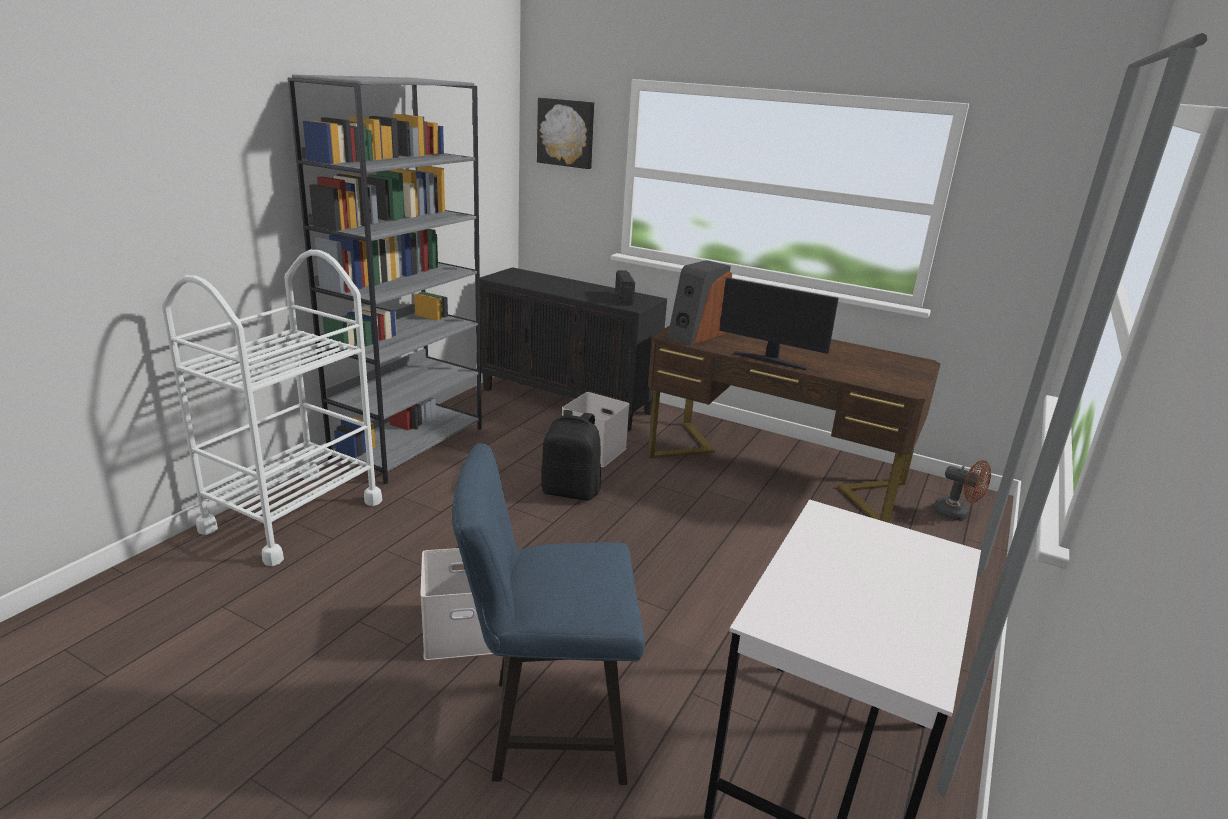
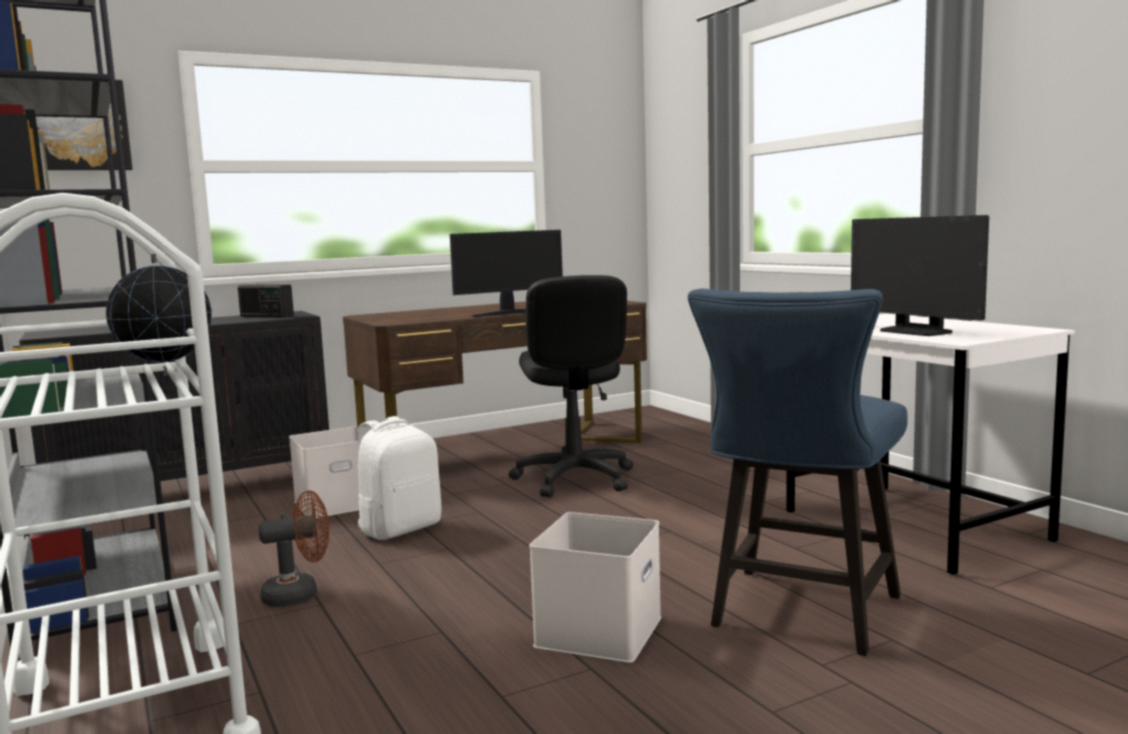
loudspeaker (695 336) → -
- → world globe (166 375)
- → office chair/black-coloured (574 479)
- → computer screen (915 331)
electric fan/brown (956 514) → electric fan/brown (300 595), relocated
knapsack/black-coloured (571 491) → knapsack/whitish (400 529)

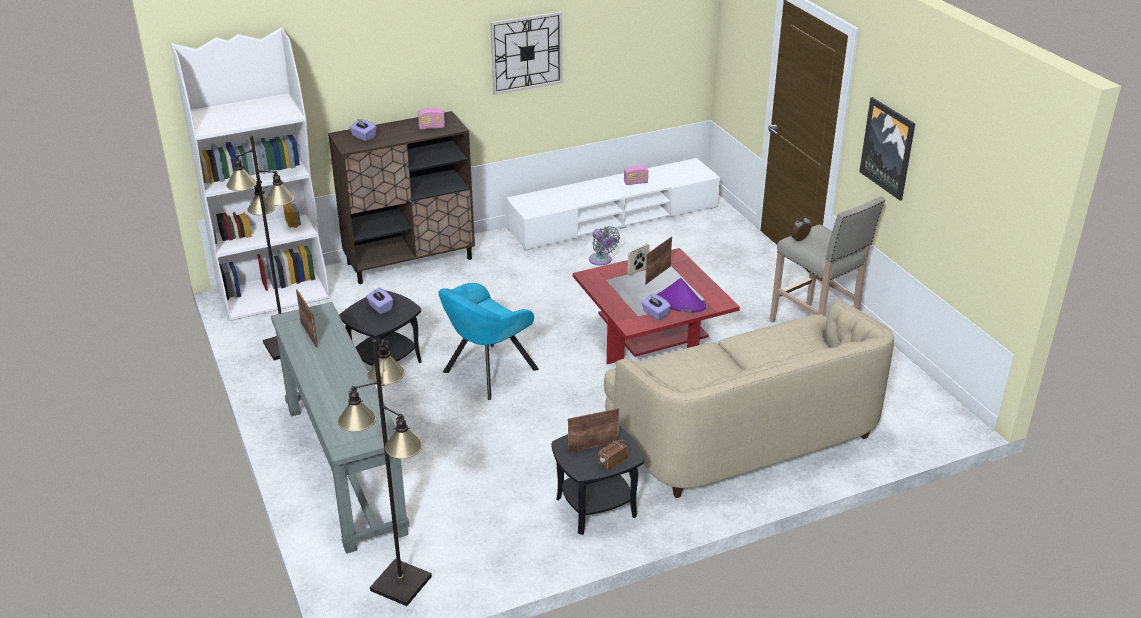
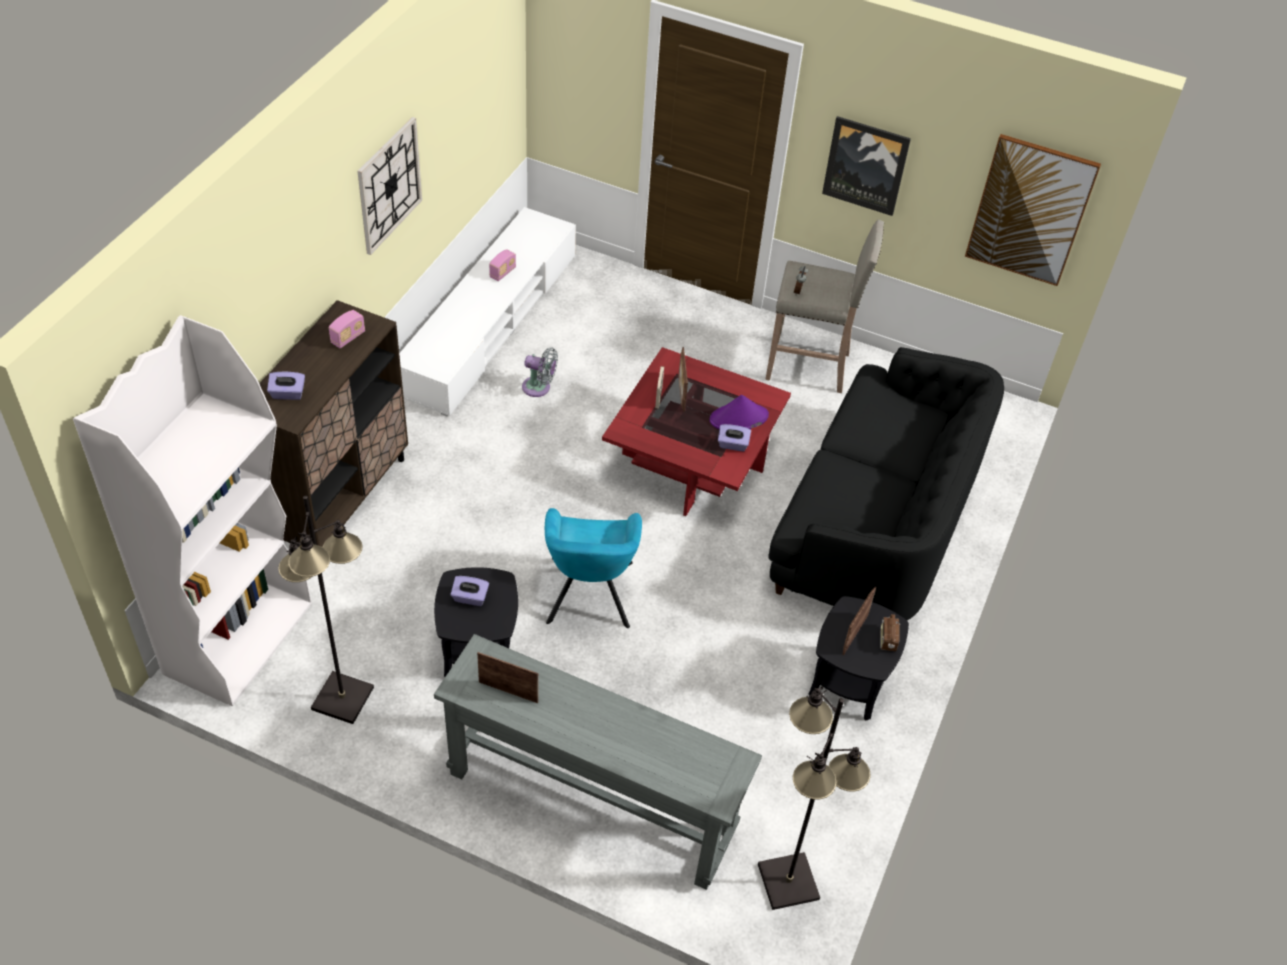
- → wall picture (1030 210)
settee/beige (744 434) → settee/black-coloured (876 523)

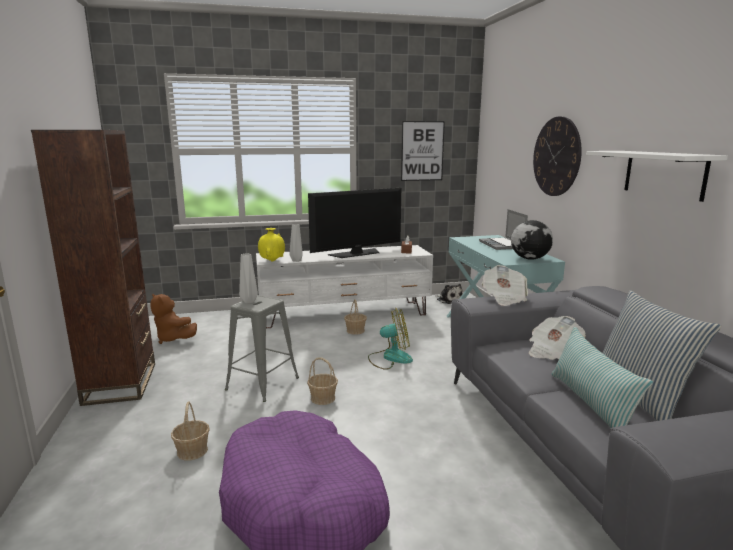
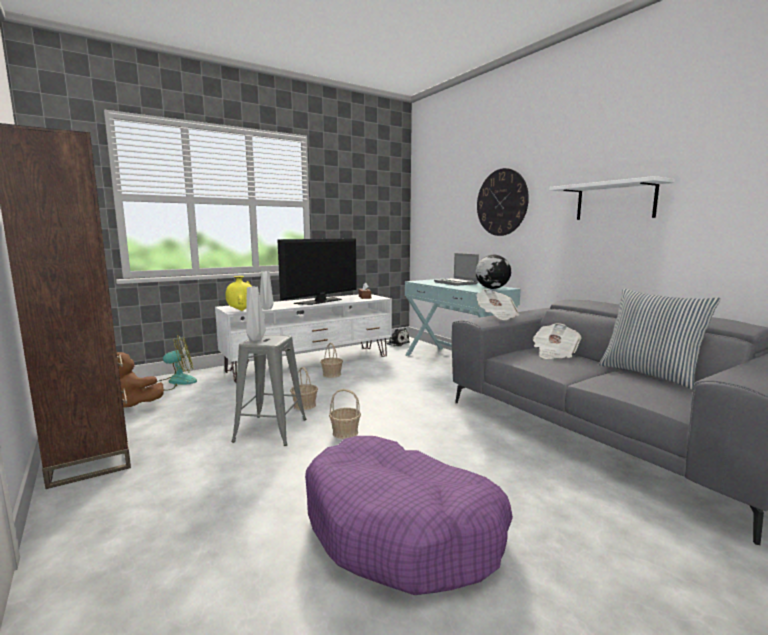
wall picture (422 151) → -
throw pillow (591 403) → -
storage basket (192 451) → storage basket (304 405), relocated
electric fan (390 358) → electric fan (175 382), relocated

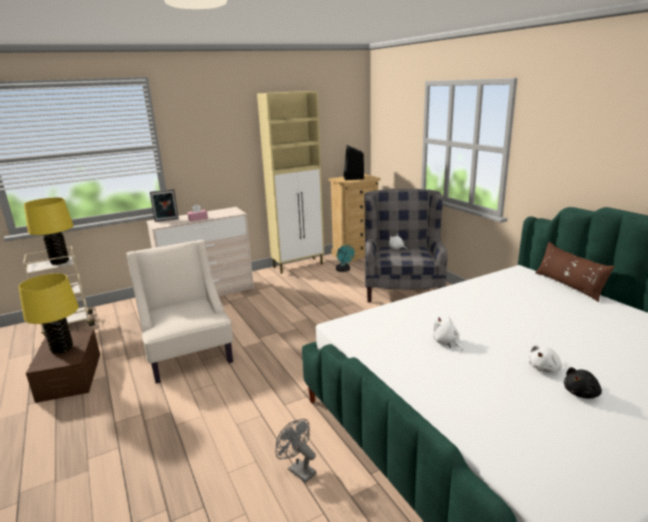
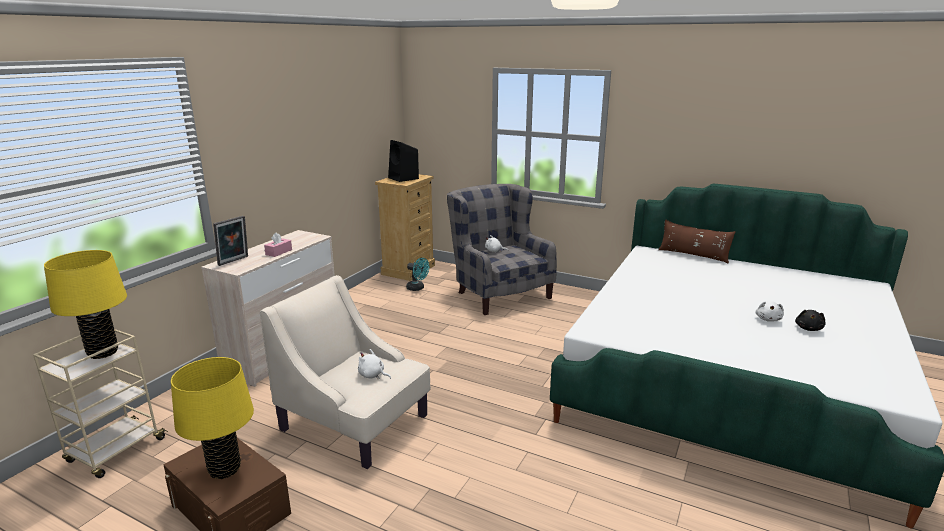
storage cabinet/beige (299 265) → -
electric fan/grey (298 470) → -
cuddly toy/whitish (446 342) → cuddly toy/whitish (372 375), relocated

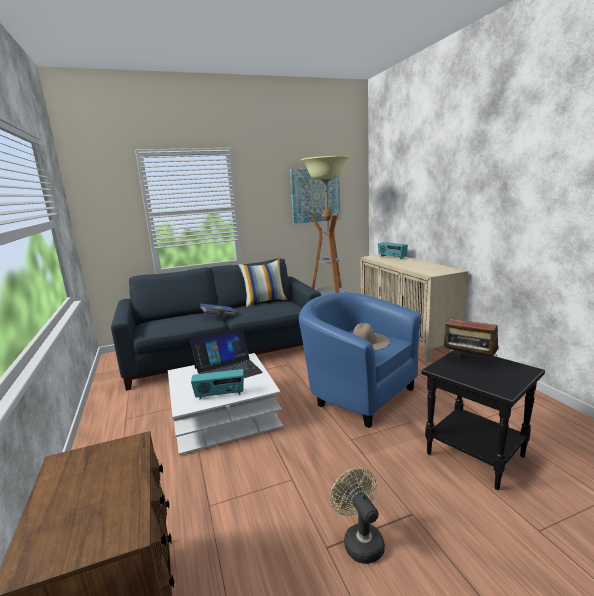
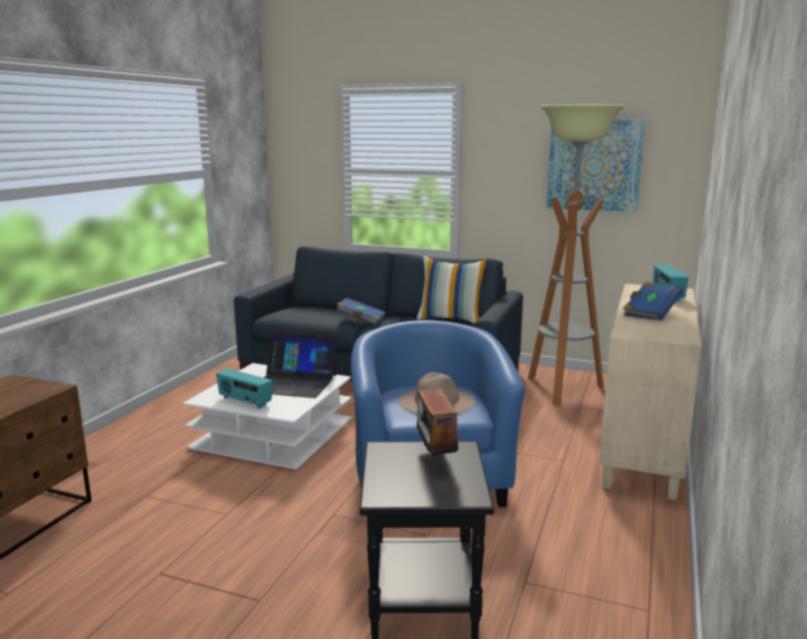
electric fan/beige (360 540) → -
- → volume/blue (650 313)

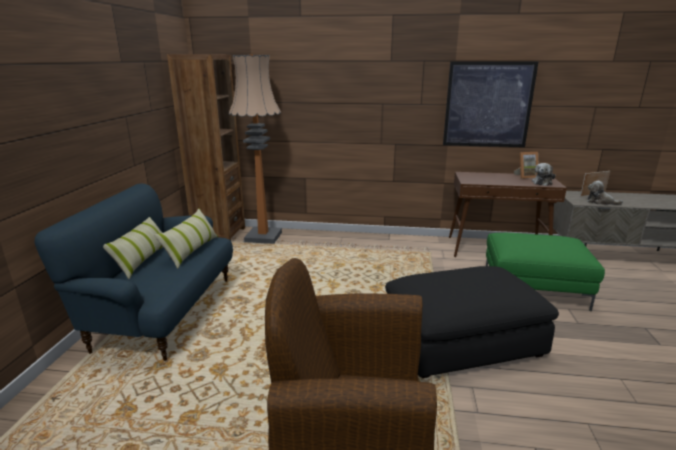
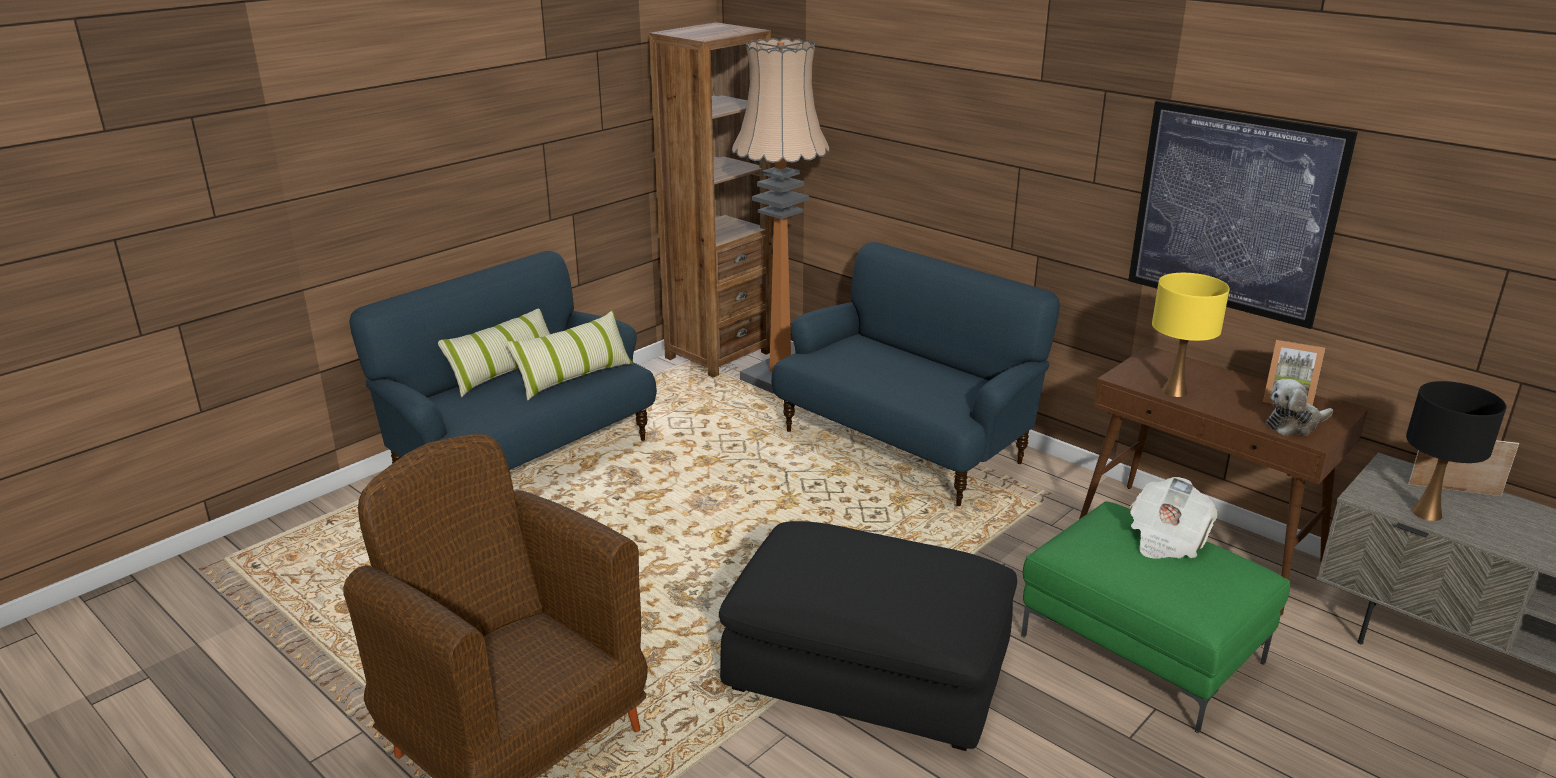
- → settee/blue (904 445)
- → daily paper (1166 539)
- → tabletop lamp/yellow (1174 391)
cuddly toy (600 202) → tabletop lamp/black-coloured (1427 513)

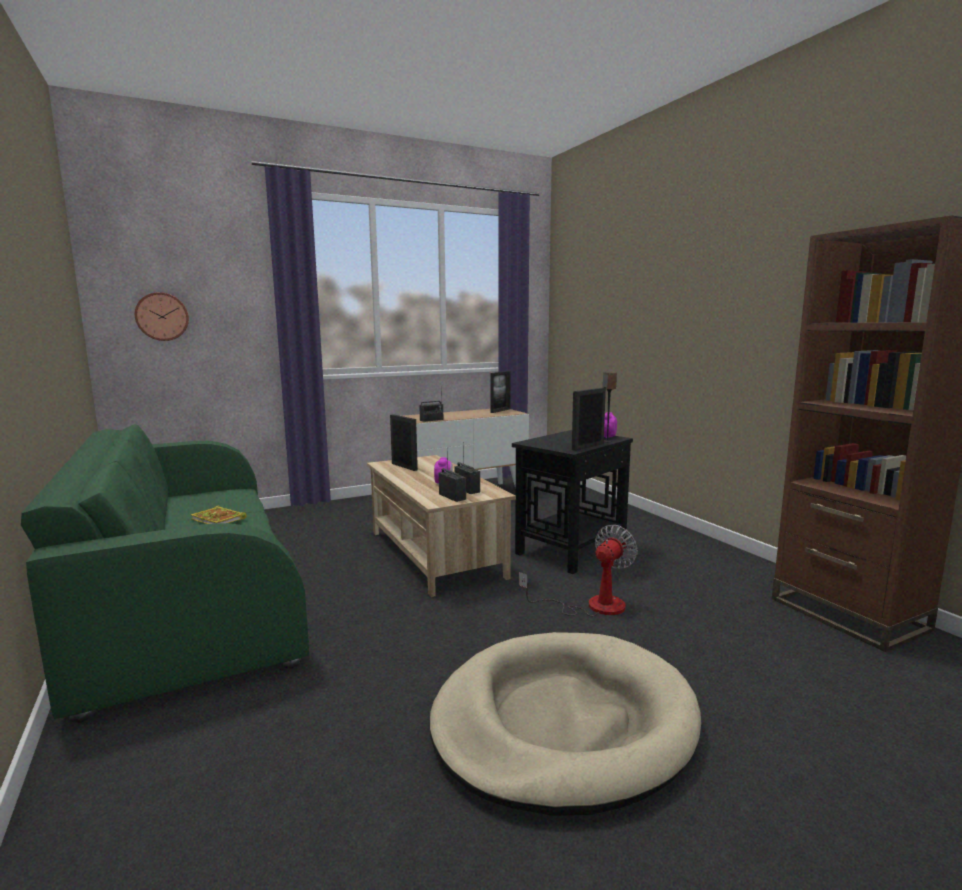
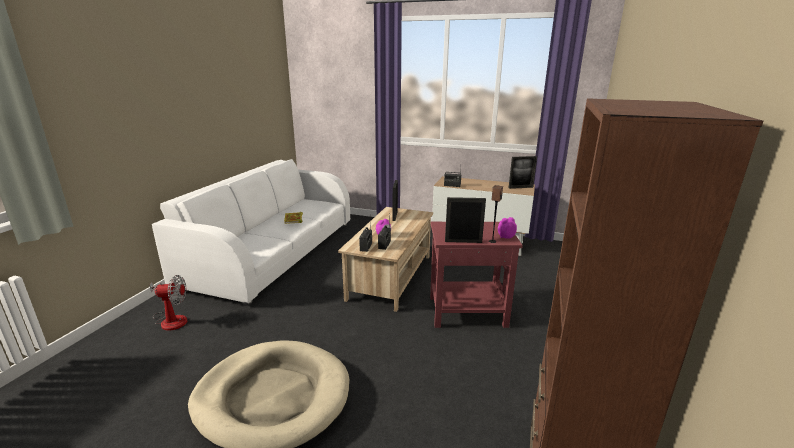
wall clock (162 316) → -
electric fan (592 606) → electric fan (171 319), relocated
settee/greenish (189 593) → settee/whitish (273 251)
end table/black-coloured (570 550) → end table/red (467 311)

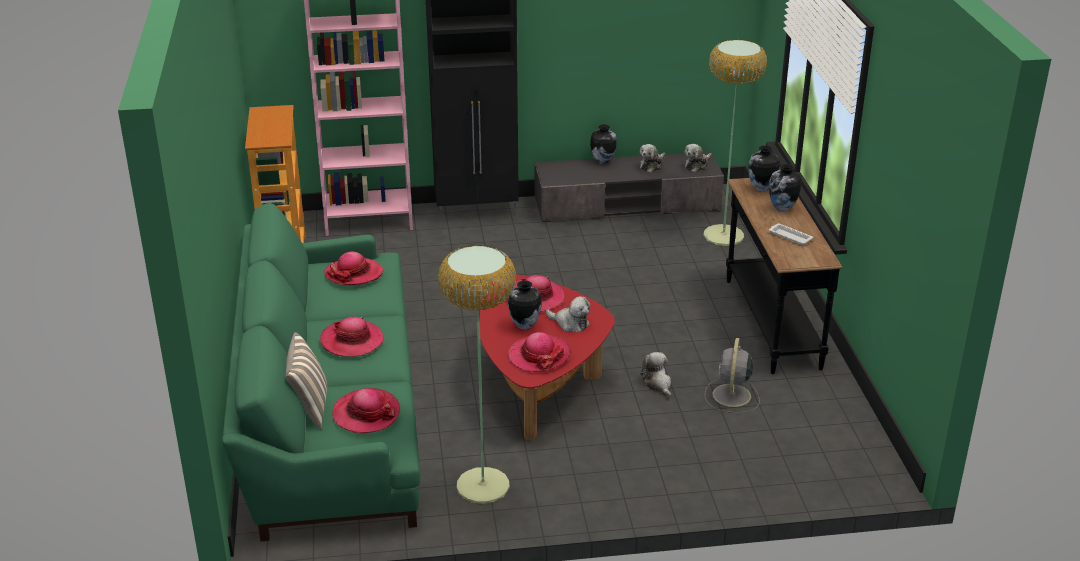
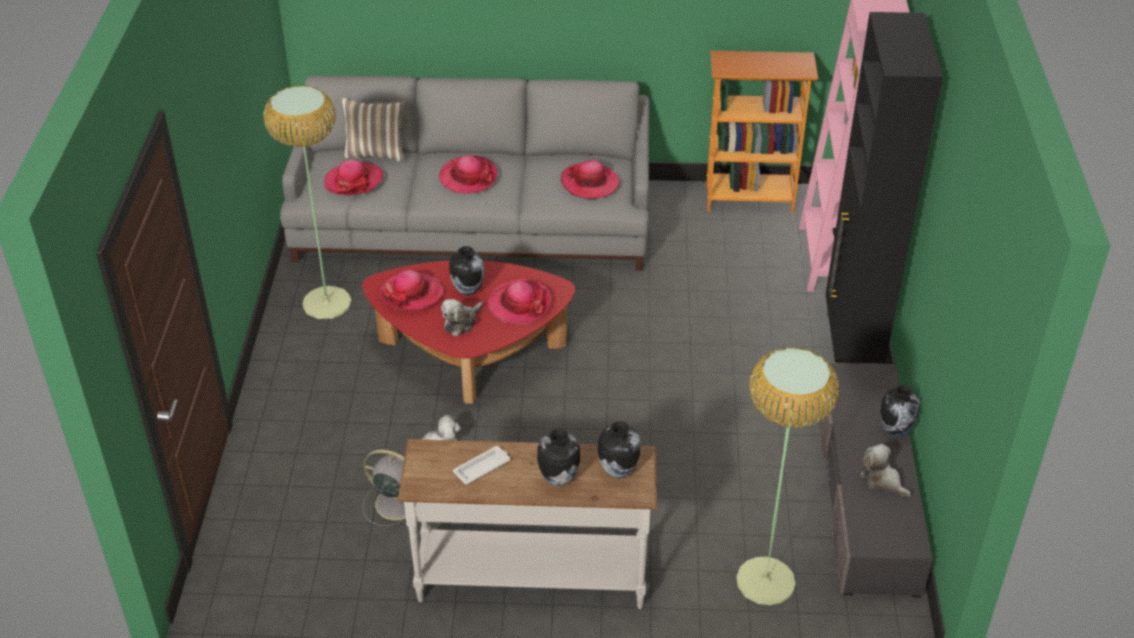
cuddly toy (697 165) → -
settee/greenish (330 409) → settee/grey (472 222)
hall table/black-coloured (770 323) → hall table/whitish (531 576)

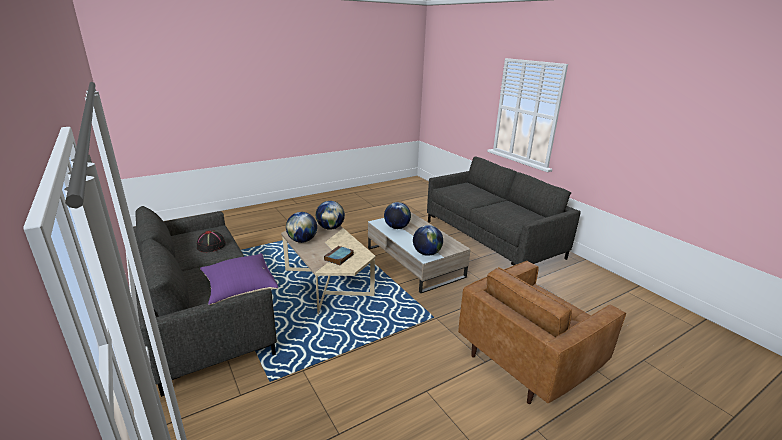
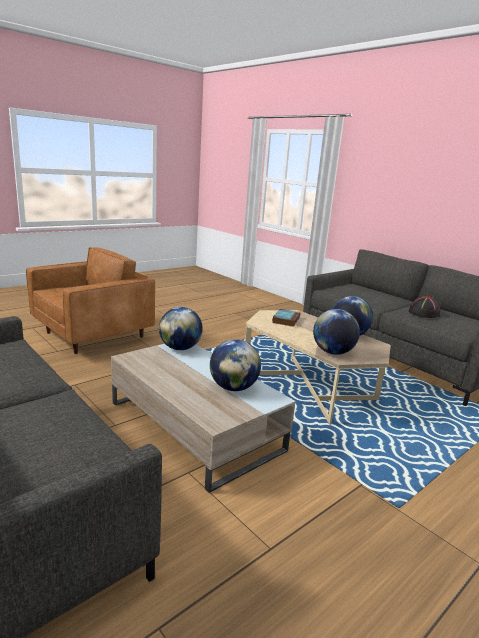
throw pillow/purple-coloured (239 289) → -

